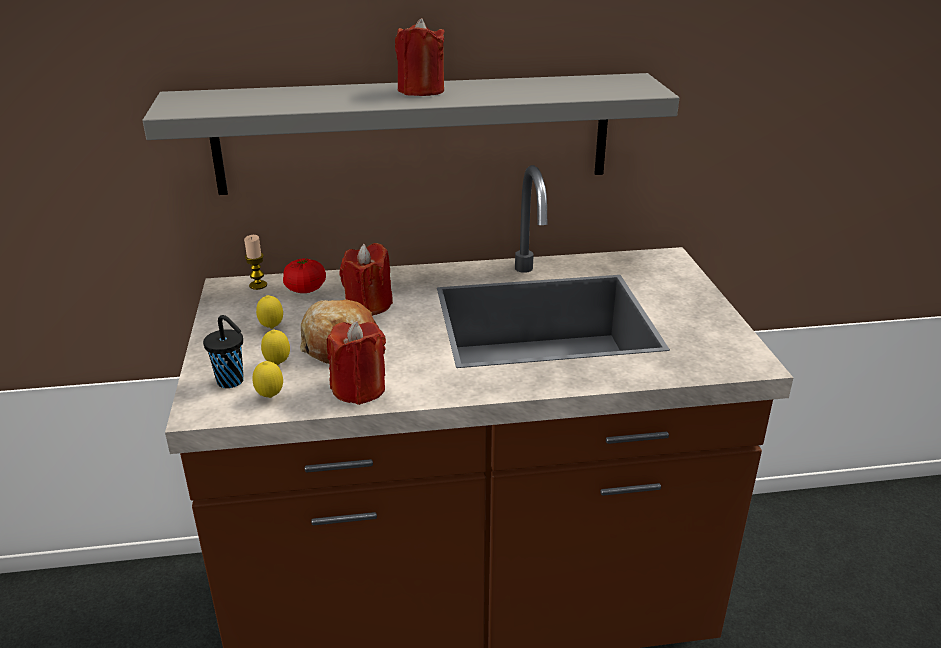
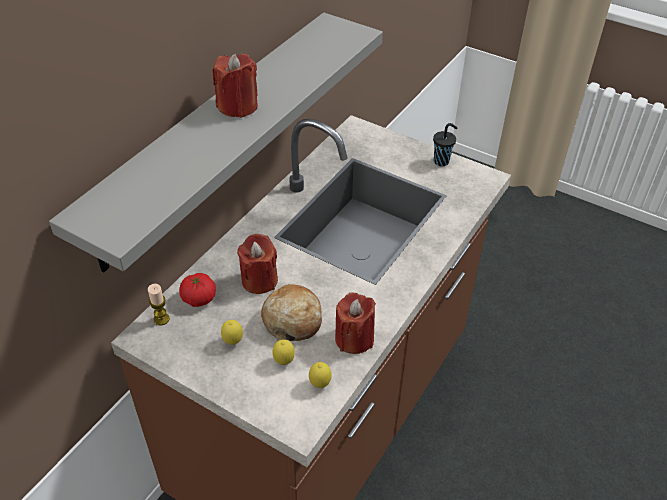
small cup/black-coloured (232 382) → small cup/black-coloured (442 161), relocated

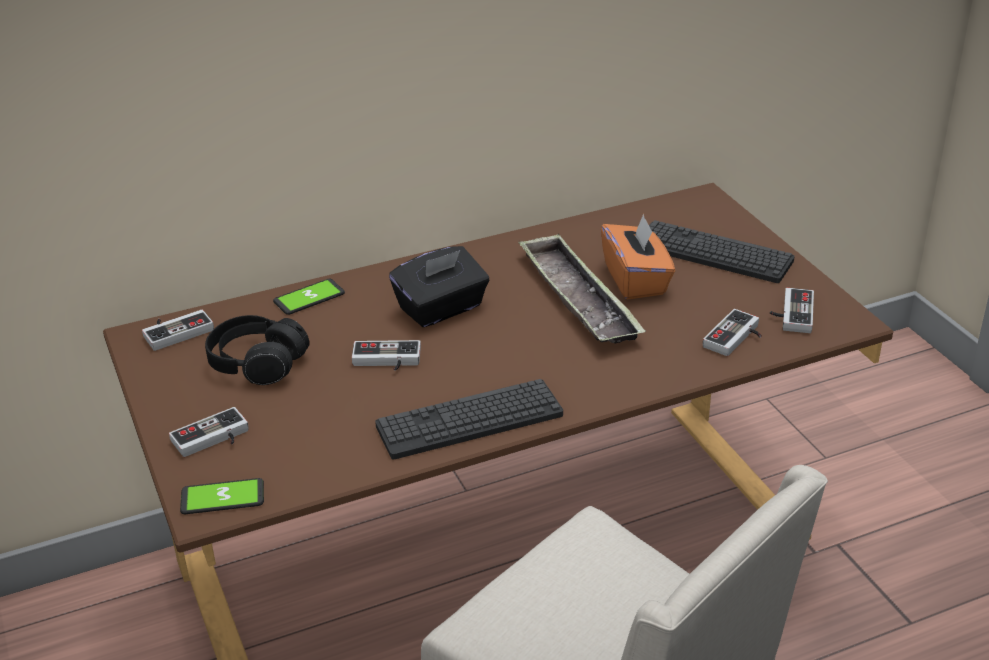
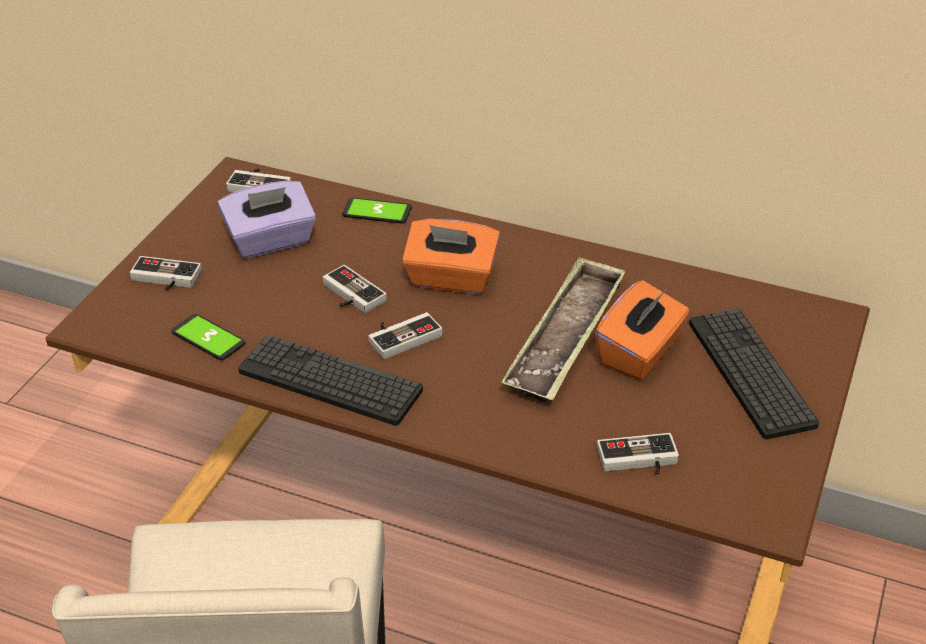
handset (222 498) → handset (208 338), relocated
game controller (790 313) → game controller (402 335), relocated
pair of headphones/black-coloured (257 363) → box of tissues/purple-coloured (270 241)
box of tissues/black-coloured (441 309) → box of tissues/orange (451 279)

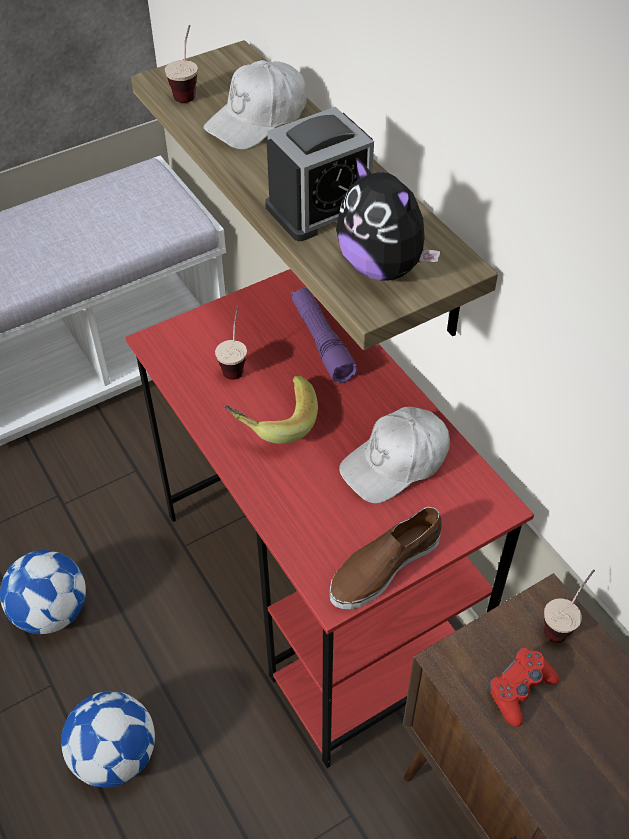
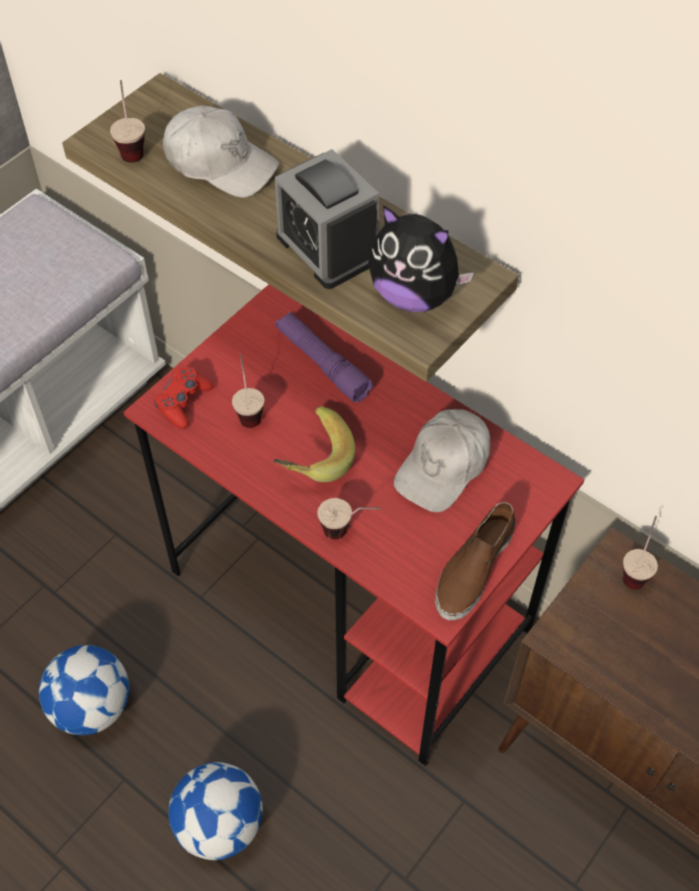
- → small cup (348 532)
game controller/red (519 689) → game controller/red (183 402), relocated
baseball cap/whitish (258 119) → baseball cap/whitish (220 164), 90 degrees counterclockwise
bedside clock (320 208) → bedside clock (327 248), 105 degrees clockwise

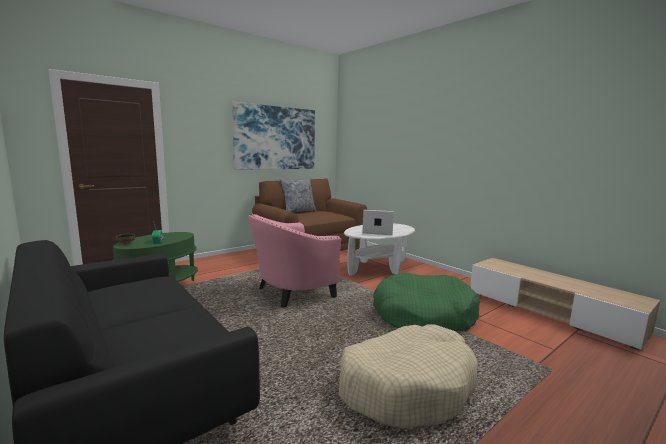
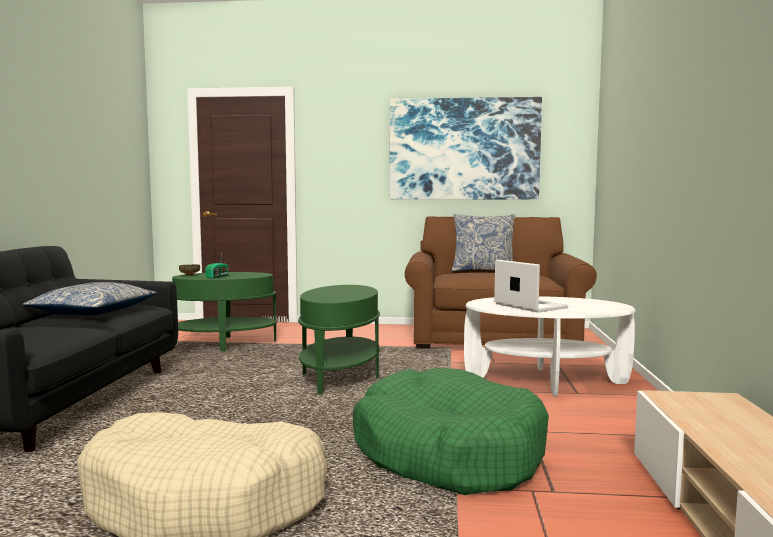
- → throw pillow (93 312)
lounge chair/pink-coloured (291 293) → end table/greenish (340 376)

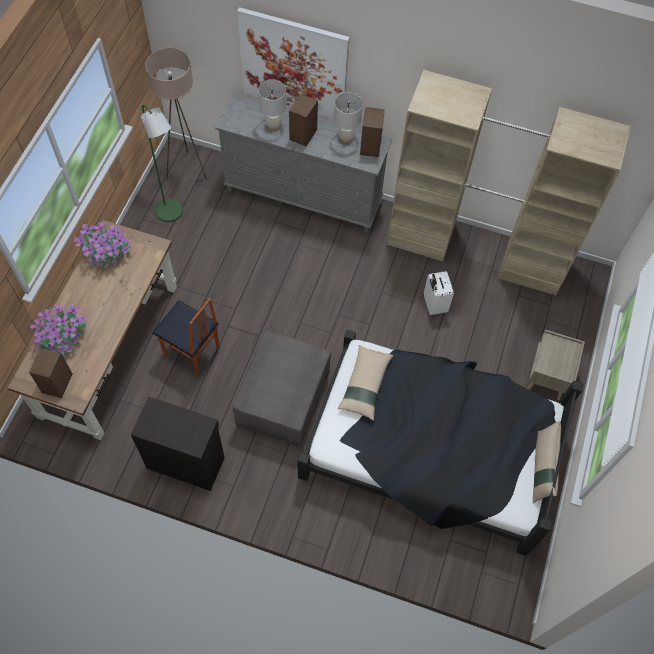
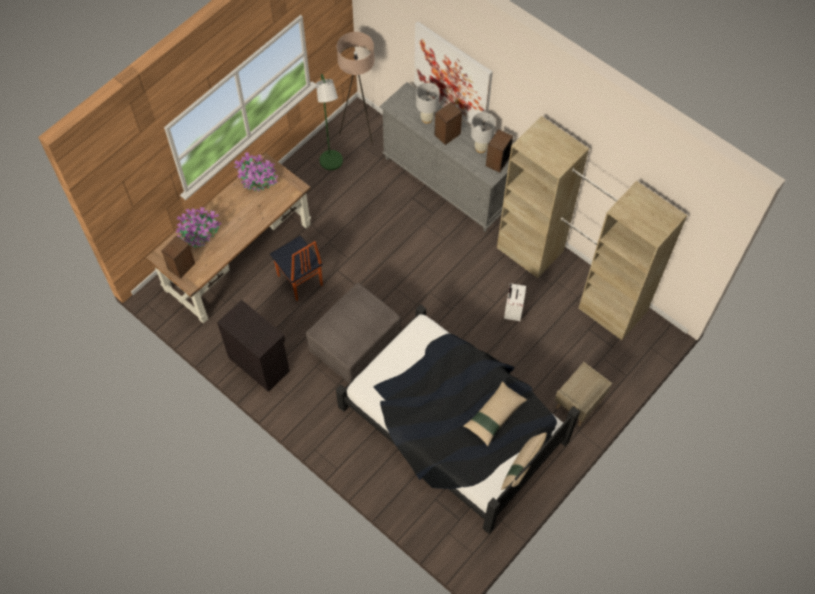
throw pillow/beige (365 385) → throw pillow/beige (494 415), relocated

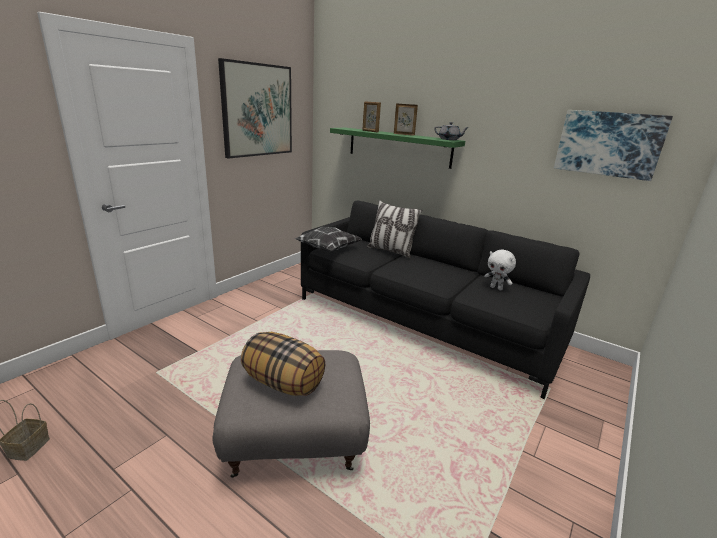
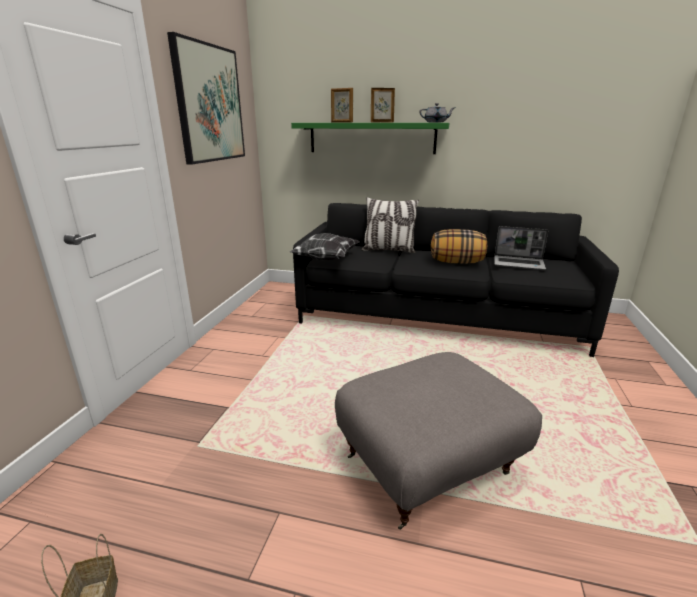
wall picture (608 144) → -
throw pillow (284 383) → throw pillow (457 262), relocated
cuddly toy/whitish (496 288) → portable computer (519 264)

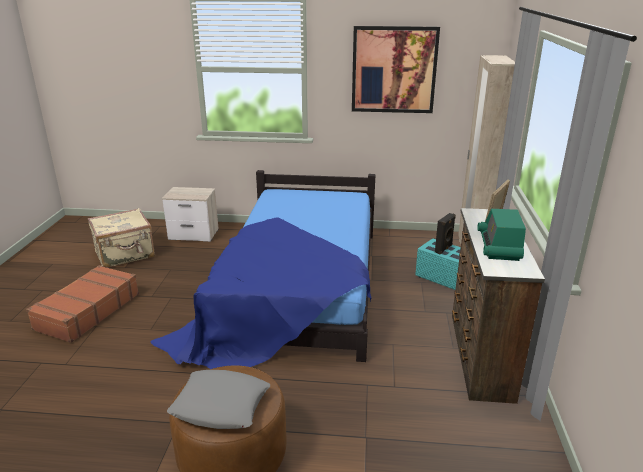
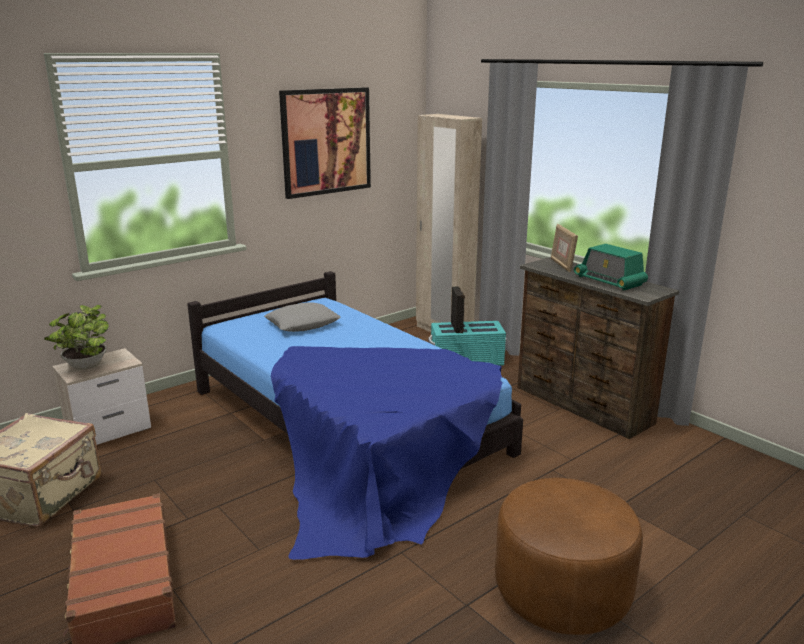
- → plant in a pot (85 367)
throw pillow/grey (221 405) → throw pillow/grey (303 323), relocated

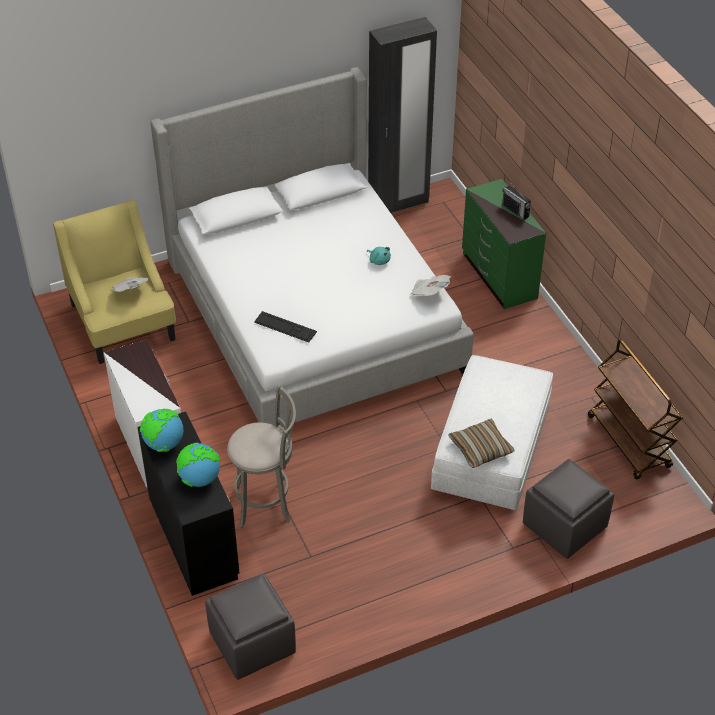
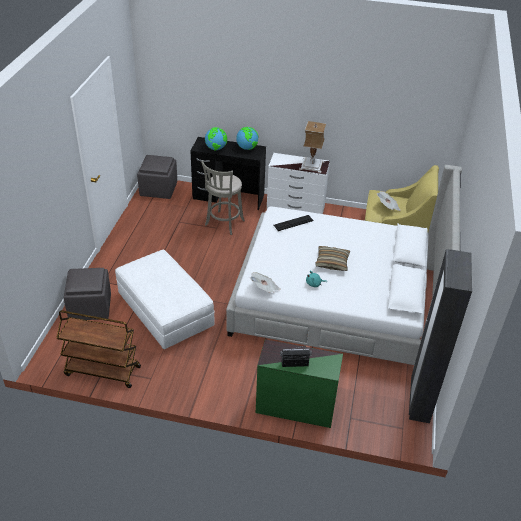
- → tabletop lamp (312 165)
throw pillow (480 448) → throw pillow (332 262), relocated

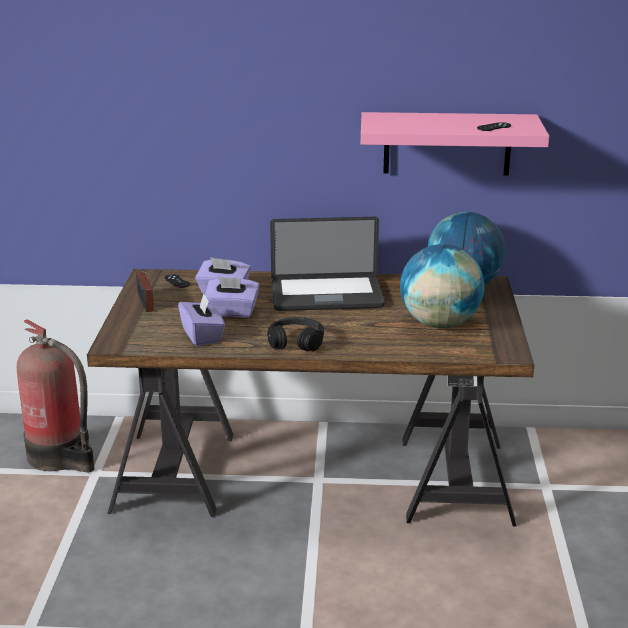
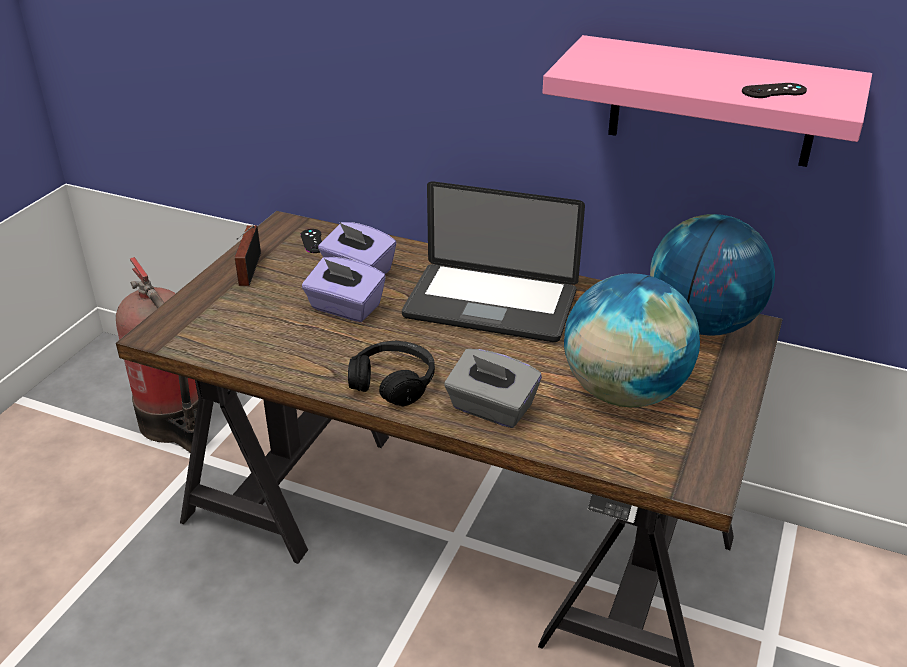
box of tissues/purple-coloured (202 335) → -
- → box of tissues/grey (491 408)

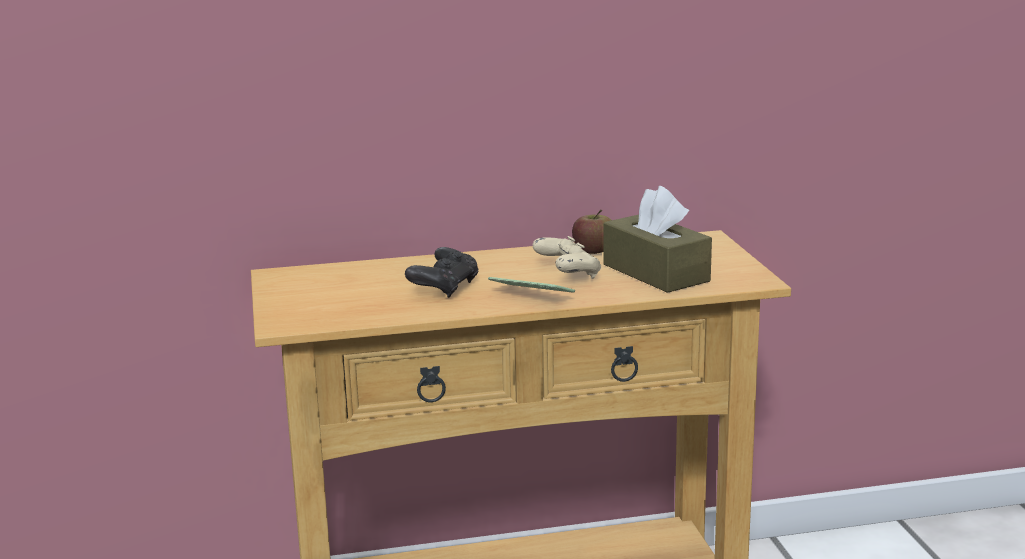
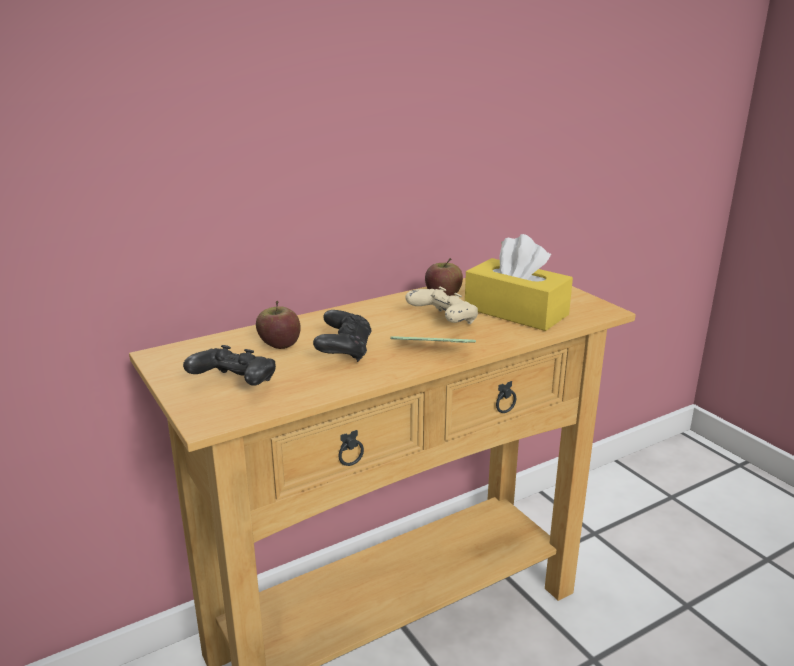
- → game controller/black-coloured (235 385)
- → apple (279 344)
box of tissues/brown (655 273) → box of tissues/yellow (516 311)

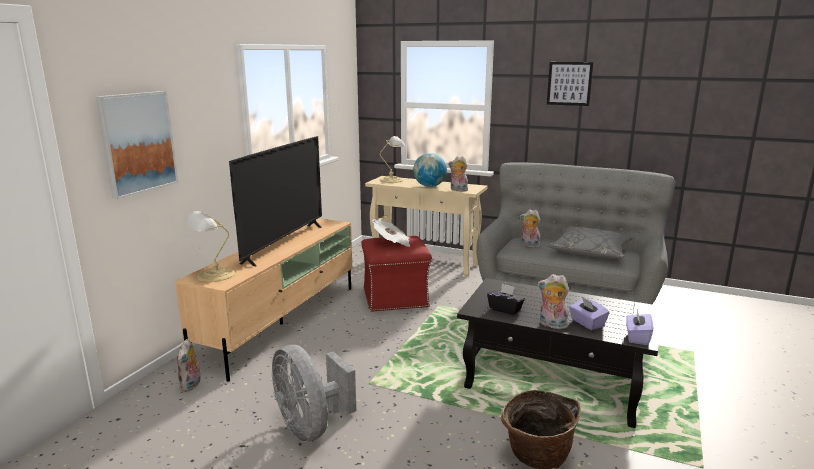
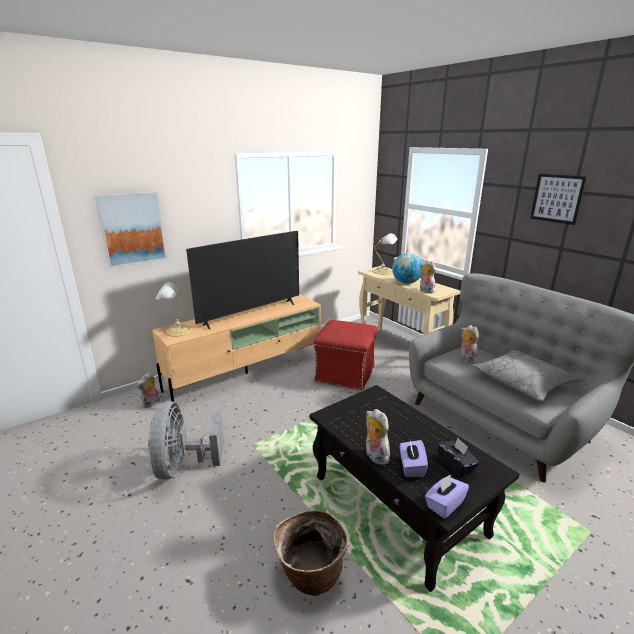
daily paper (392 243) → -
box of tissues/black-coloured (505 309) → box of tissues/black-coloured (456 465), relocated

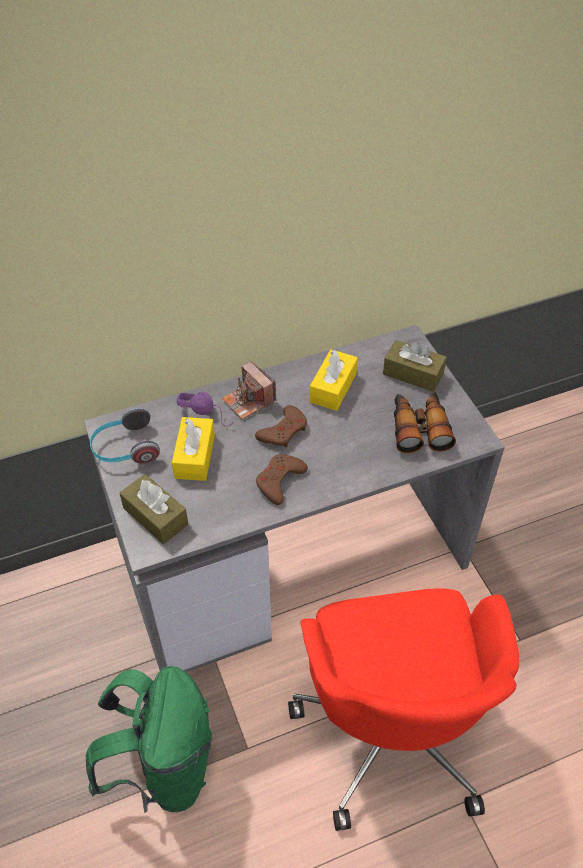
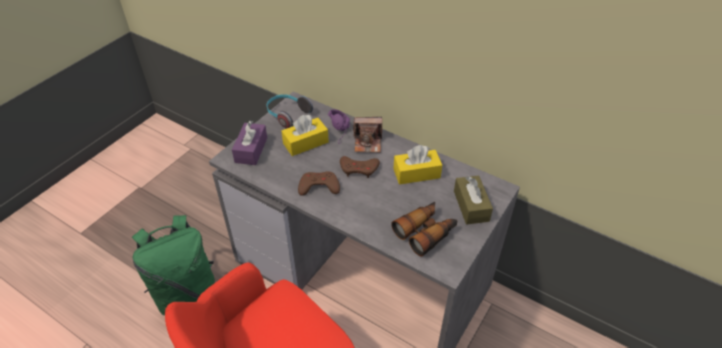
box of tissues/brown (155 516) → box of tissues/purple-coloured (251 150)
photo camera (248 400) → photo camera (368 143), 105 degrees counterclockwise

